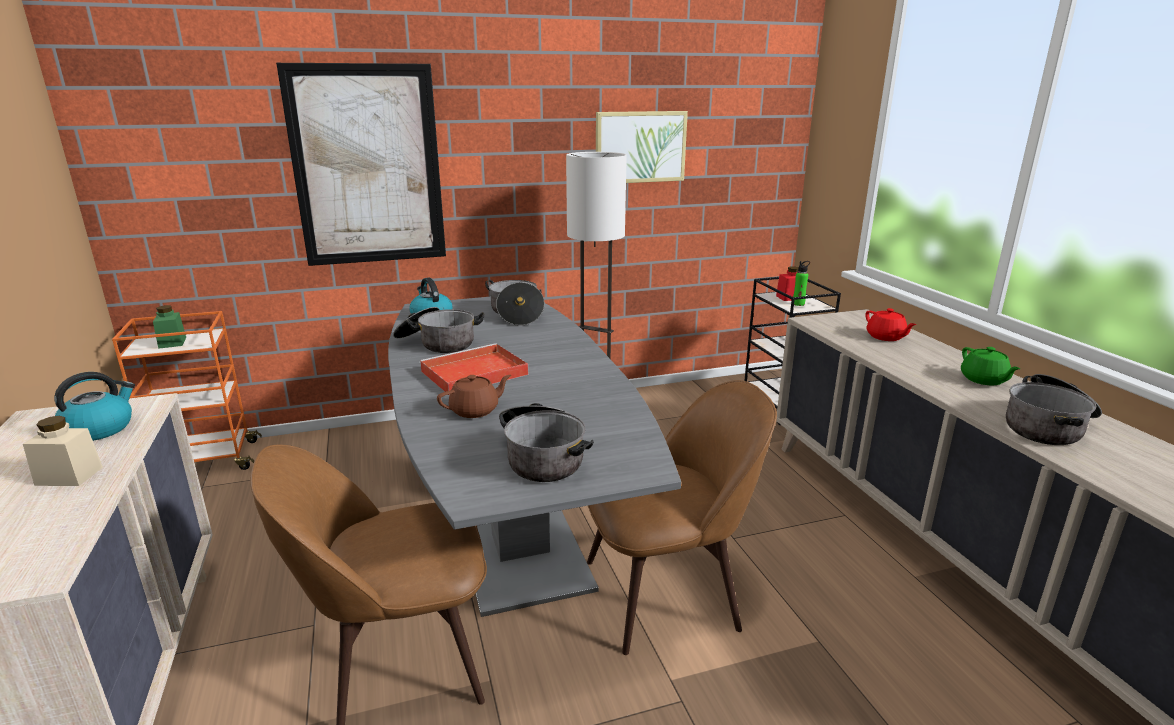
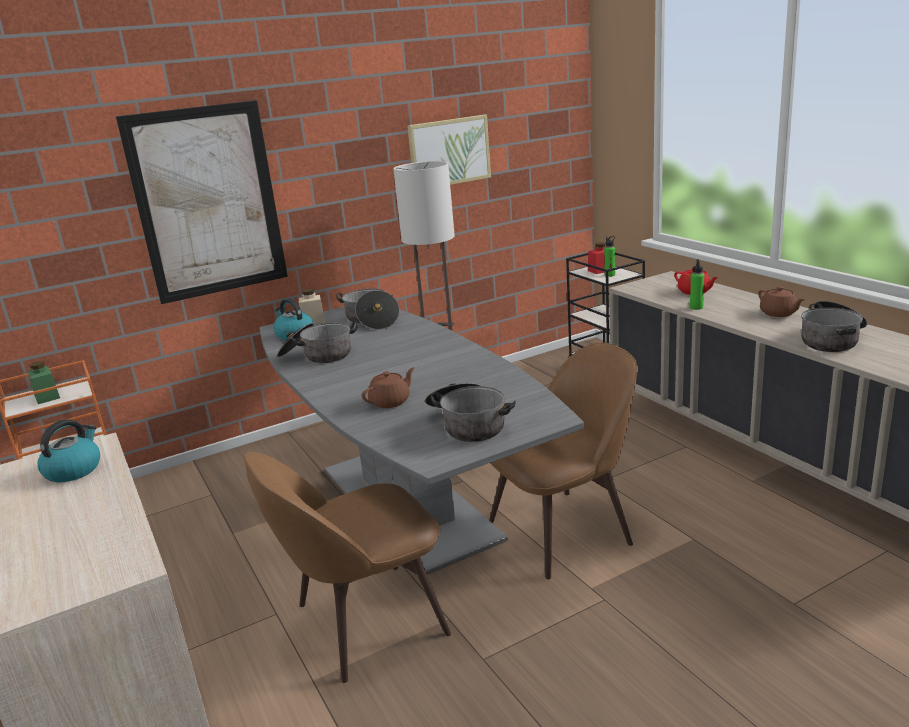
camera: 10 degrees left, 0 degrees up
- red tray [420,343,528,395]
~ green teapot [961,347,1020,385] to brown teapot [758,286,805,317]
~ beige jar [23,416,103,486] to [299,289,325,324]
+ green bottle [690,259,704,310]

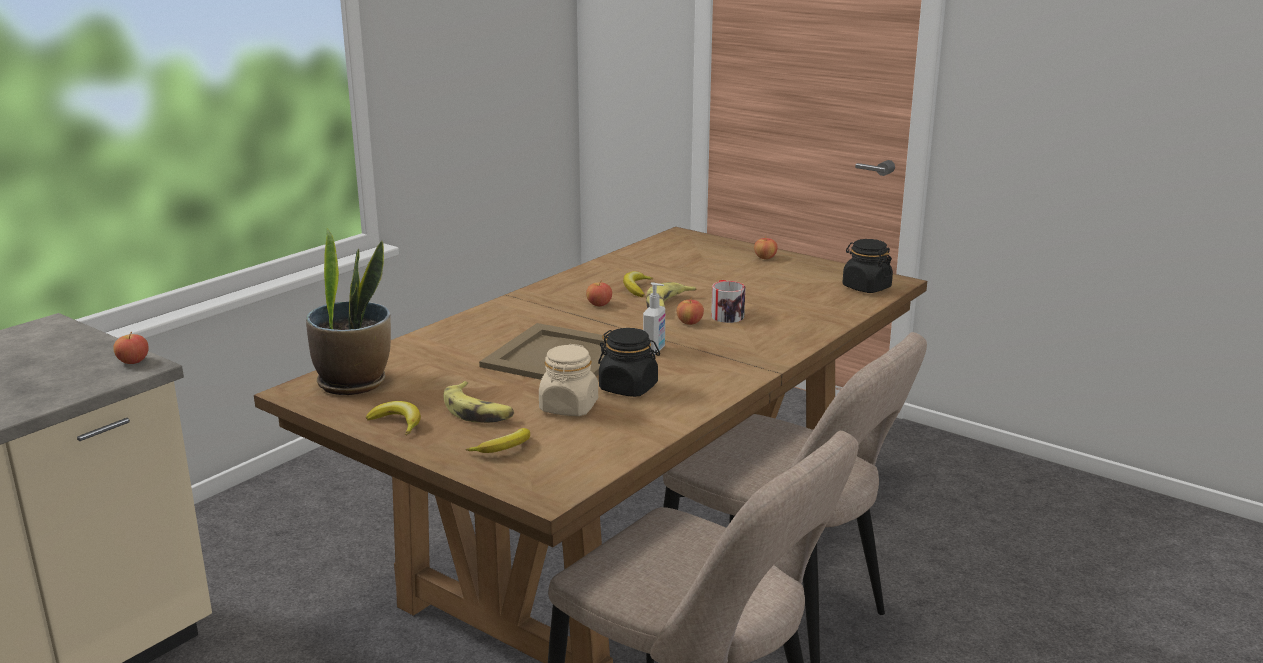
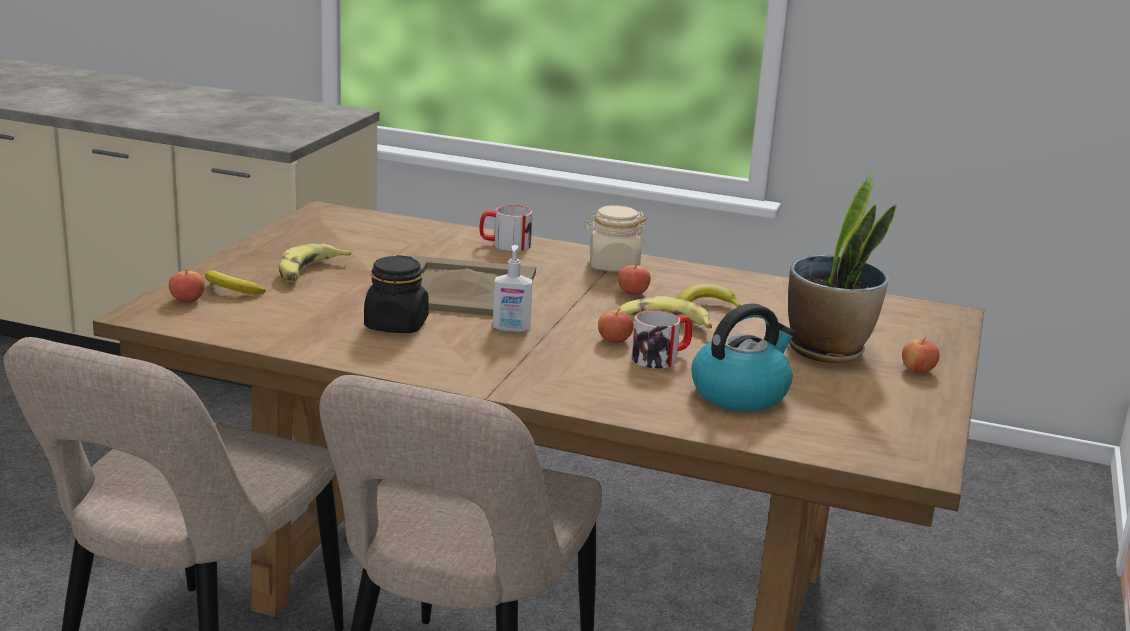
camera: 70 degrees right, 0 degrees up
~ potted plant [306,228,391,395] to [788,173,897,363]
- black jar [843,239,893,293]
~ apple [113,332,149,364] to [169,269,205,303]
~ beige jar [539,344,598,416] to [584,205,647,271]
- banana [366,401,421,435]
+ mug [479,205,533,251]
+ kettle [691,303,796,411]

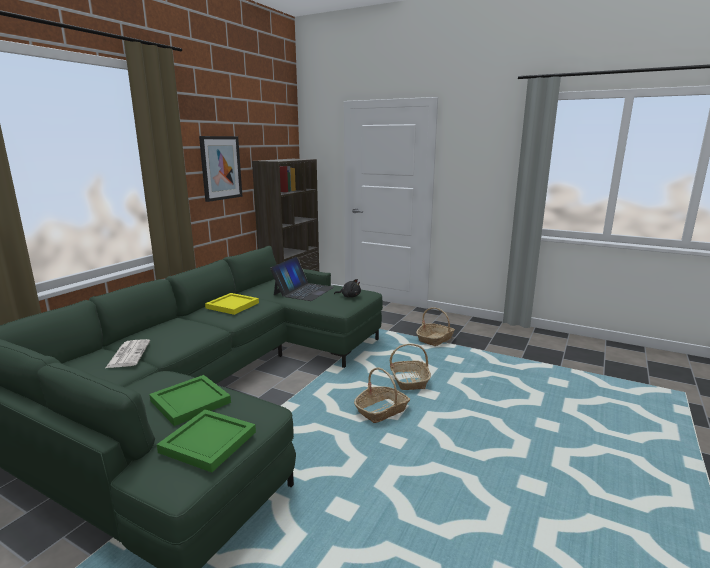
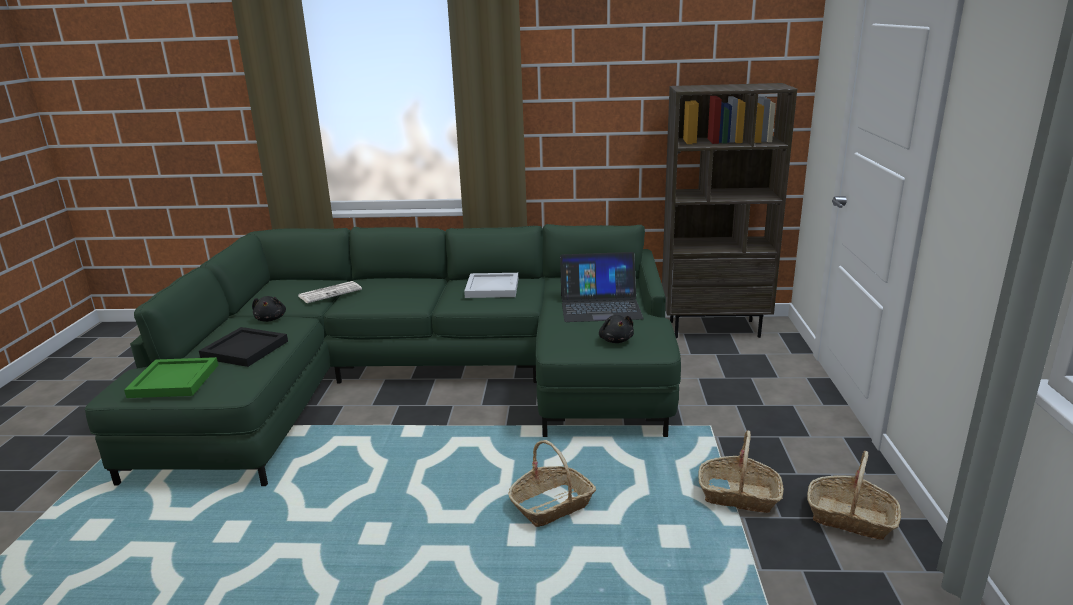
camera: 65 degrees right, 5 degrees up
- picture [199,136,243,202]
~ yellow tray [205,293,259,315] to white tray [464,273,518,298]
~ basket [354,367,410,423] to [807,451,901,540]
~ green tray [149,375,231,426] to black tray [199,327,288,367]
+ black plush toy [252,296,286,322]

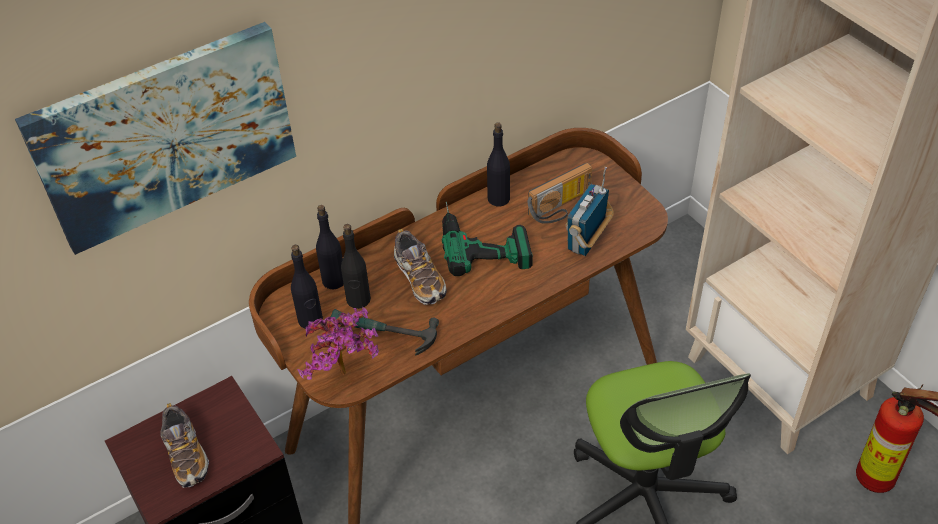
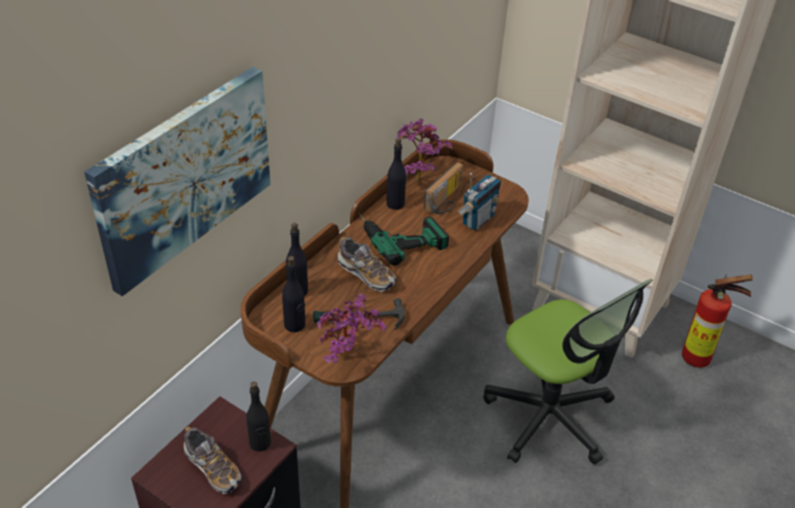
camera: 25 degrees left, 5 degrees down
~ radio [565,167,614,256] = [457,173,501,231] 150 degrees counterclockwise
~ black bottle [341,224,371,309] to [246,382,271,452]
+ potted plant [397,119,453,182]

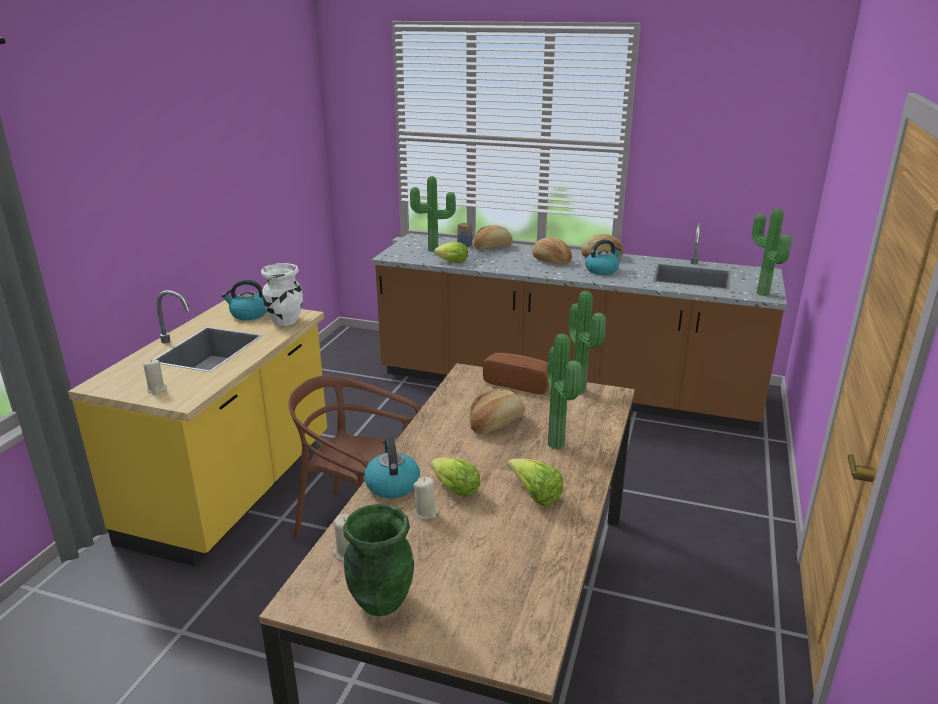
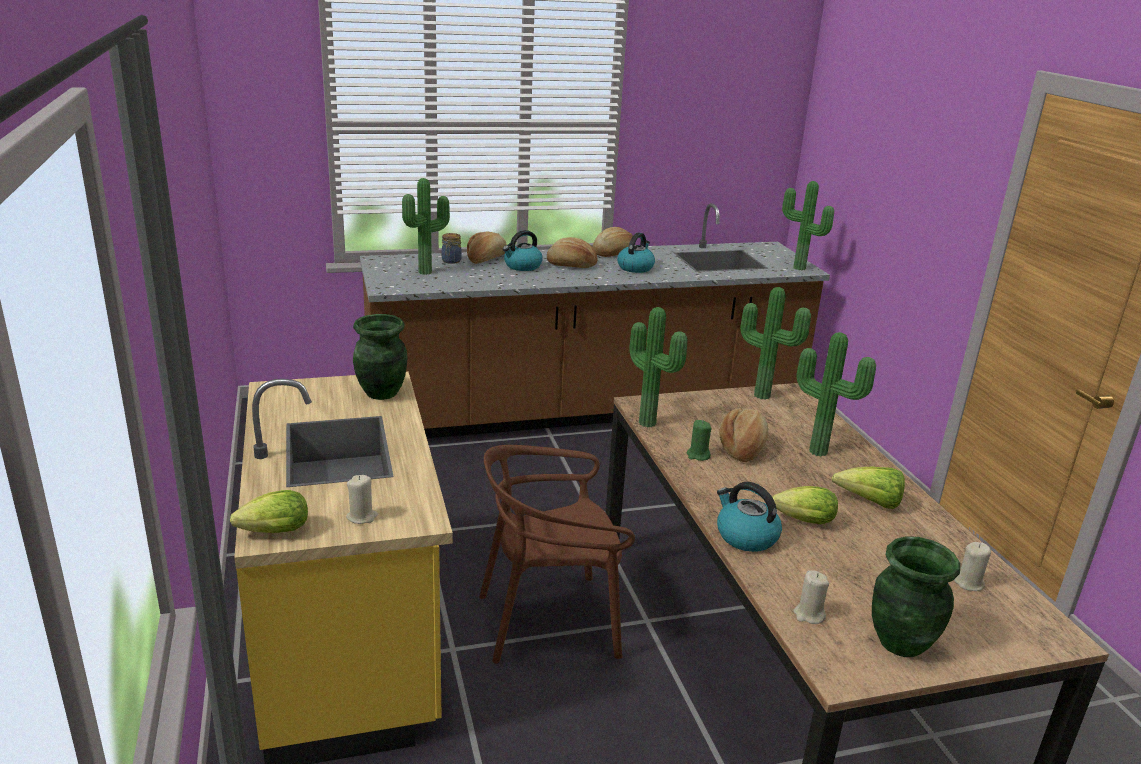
camera: 35 degrees left, 0 degrees up
~ lettuce [434,242,468,263] to [230,490,308,533]
~ white vase [261,263,303,326] to green vase [353,314,408,400]
~ kettle [222,280,267,320] to [503,230,543,271]
- bread [483,353,549,395]
~ beige candle [412,477,439,520] to [954,542,991,591]
+ potted plant [629,307,687,427]
+ green candle [686,420,712,461]

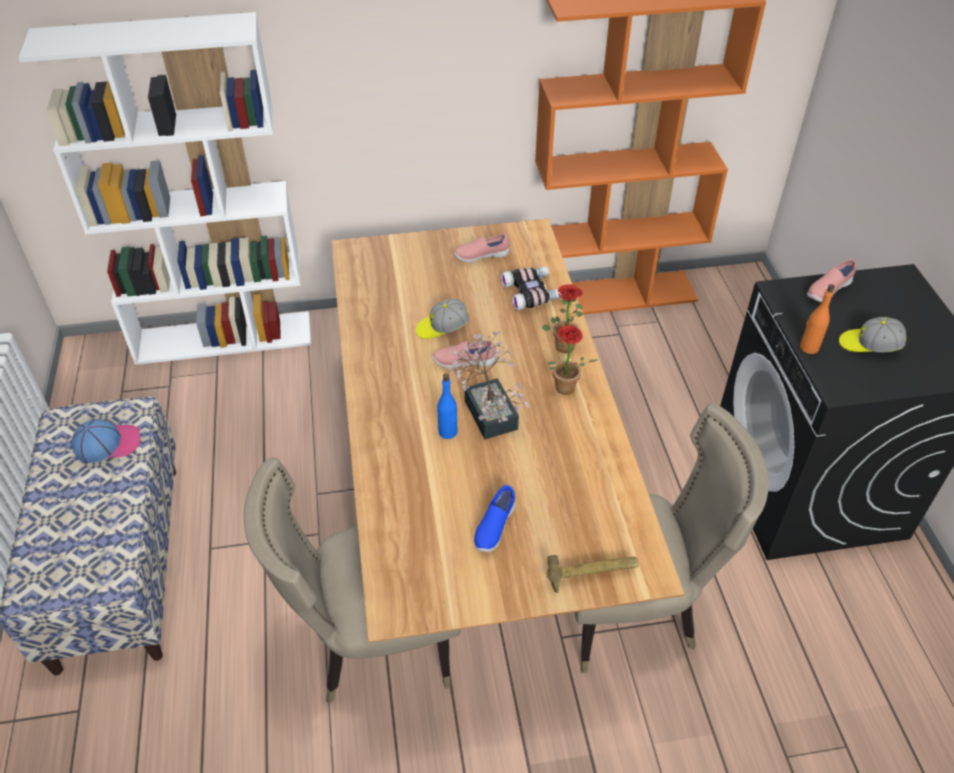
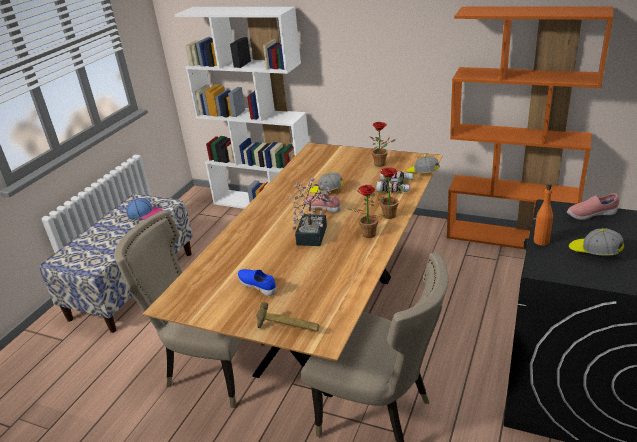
camera: 35 degrees right, 15 degrees down
~ pink shoe [454,233,510,263] to potted plant [370,122,396,167]
- blue bottle [437,373,457,439]
~ blue shoe [474,485,515,552] = [238,269,277,296] 75 degrees clockwise
+ cap [407,156,440,173]

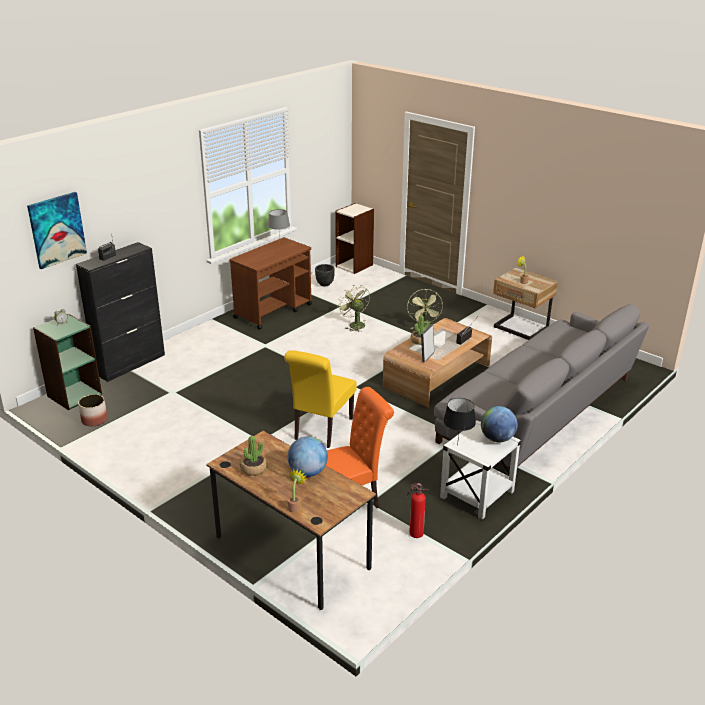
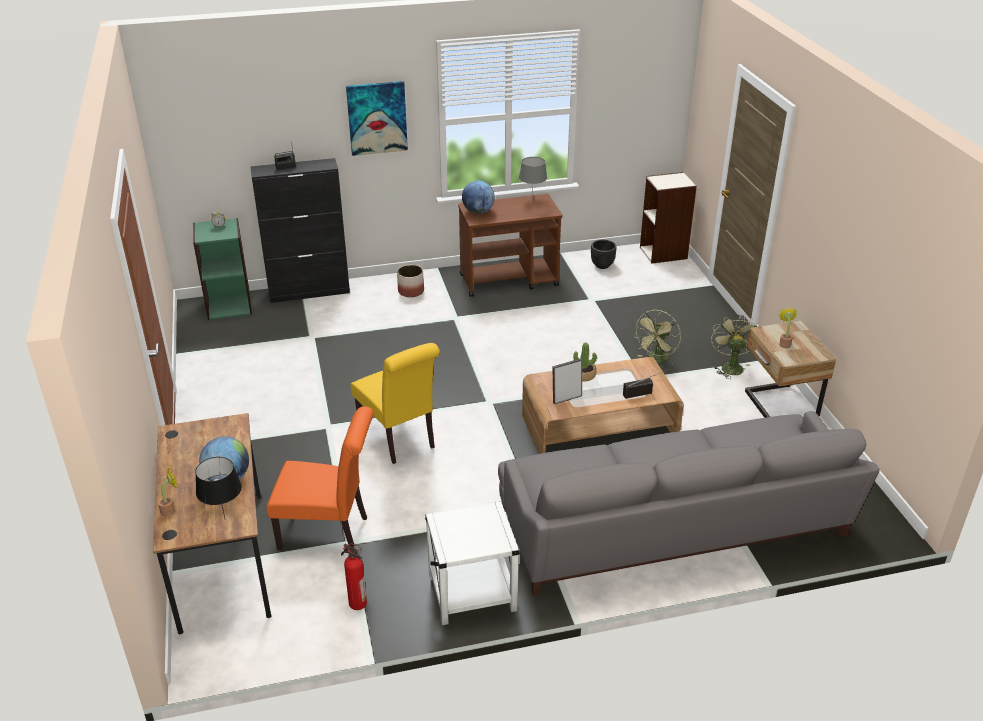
camera: 35 degrees right, 5 degrees up
~ picture [27,192,87,269] to [346,81,408,156]
~ green fan [337,286,370,331] to [711,314,757,379]
~ yellow chair [284,350,357,448] = [351,343,440,464] 90 degrees counterclockwise
~ planter [78,394,108,427] to [397,265,424,297]
~ black table lamp [443,398,476,438] to [195,457,242,518]
~ globe [481,406,517,442] to [462,180,495,214]
- potted plant [240,436,267,476]

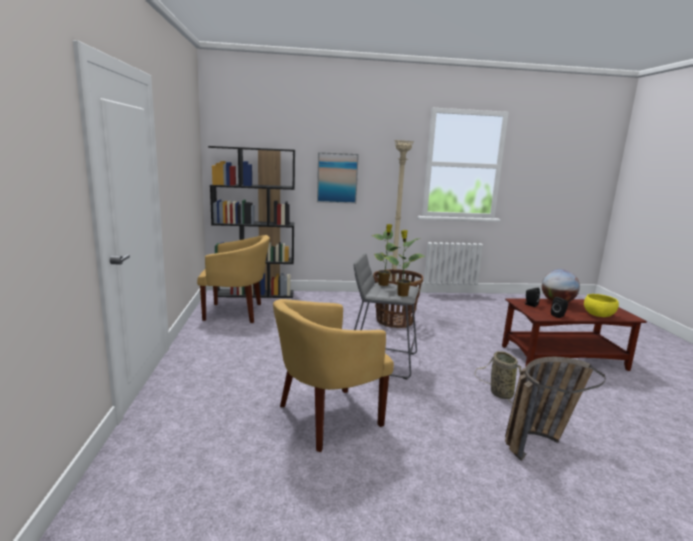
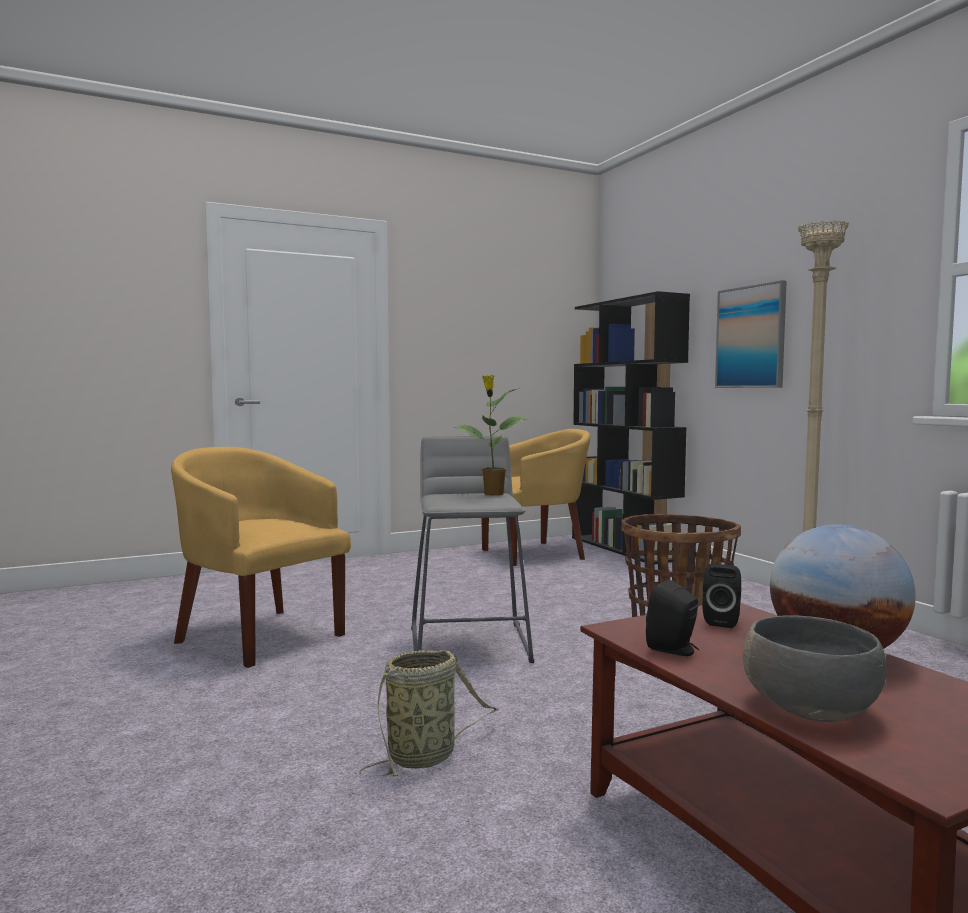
camera: 70 degrees right, 10 degrees down
- potted plant [383,230,425,297]
~ yellow armchair [197,235,270,323] = [481,429,590,566] 90 degrees counterclockwise
~ yellow bowl [584,294,619,317] to grey bowl [743,616,887,722]
- basket [505,357,605,461]

